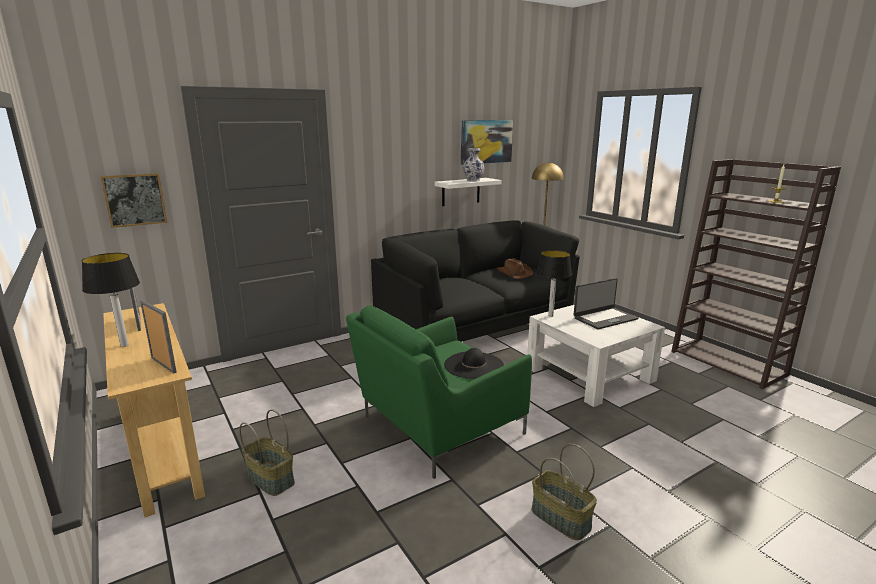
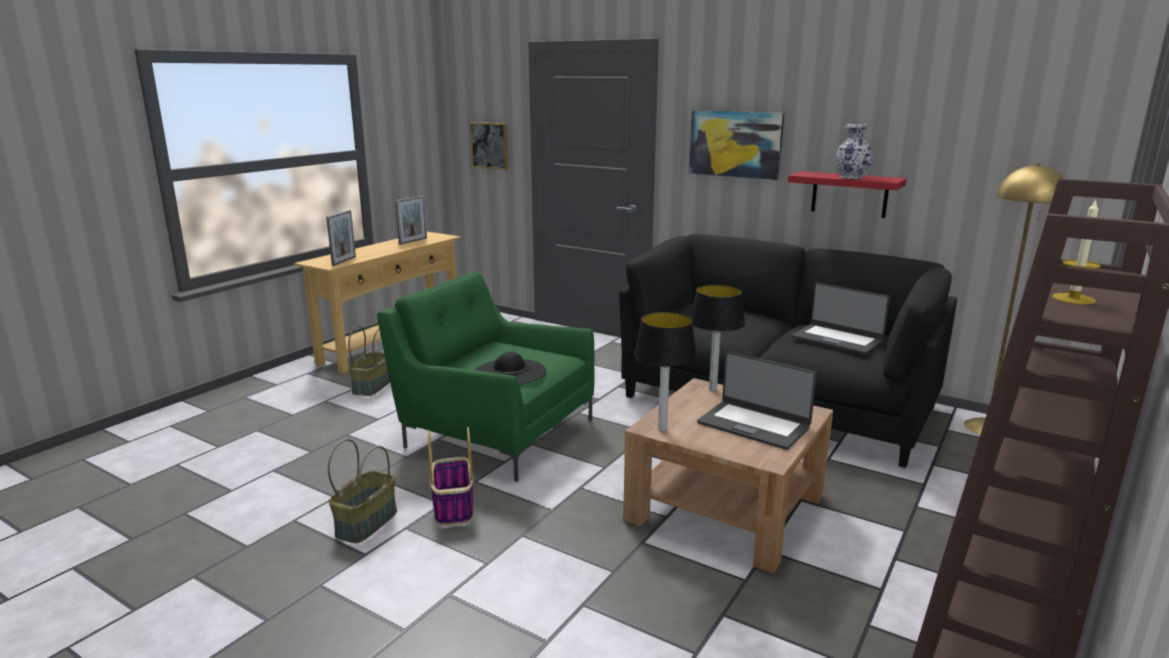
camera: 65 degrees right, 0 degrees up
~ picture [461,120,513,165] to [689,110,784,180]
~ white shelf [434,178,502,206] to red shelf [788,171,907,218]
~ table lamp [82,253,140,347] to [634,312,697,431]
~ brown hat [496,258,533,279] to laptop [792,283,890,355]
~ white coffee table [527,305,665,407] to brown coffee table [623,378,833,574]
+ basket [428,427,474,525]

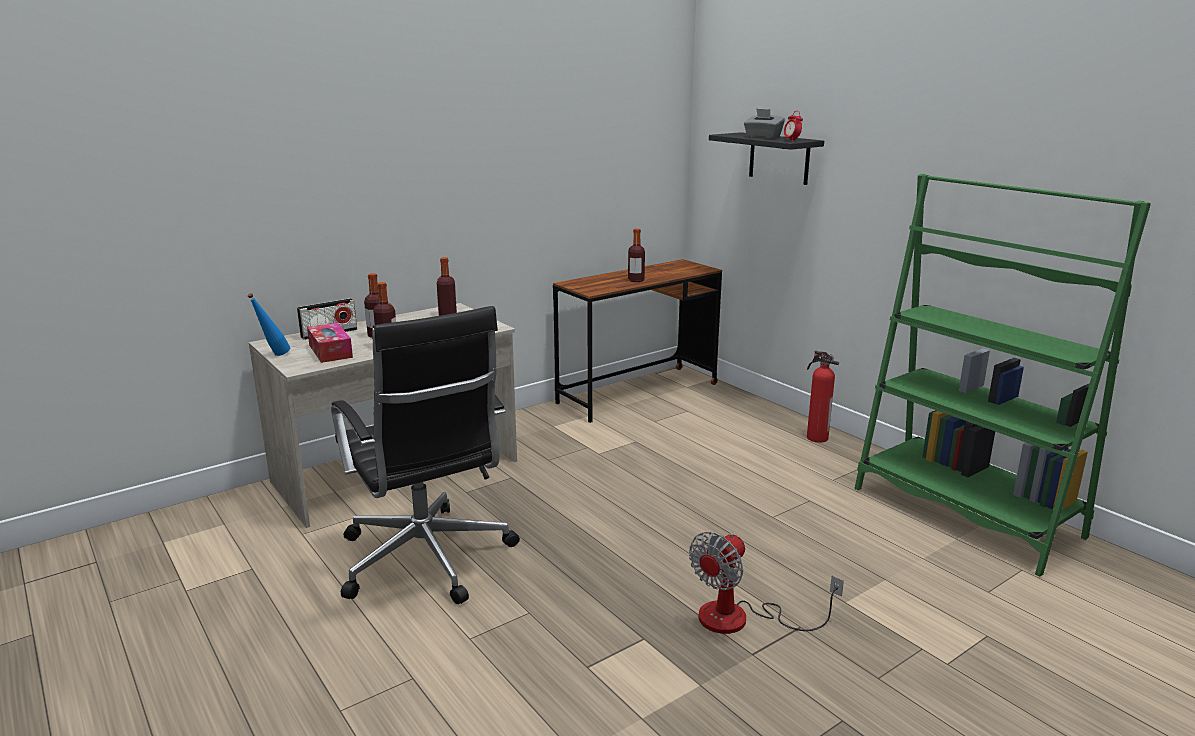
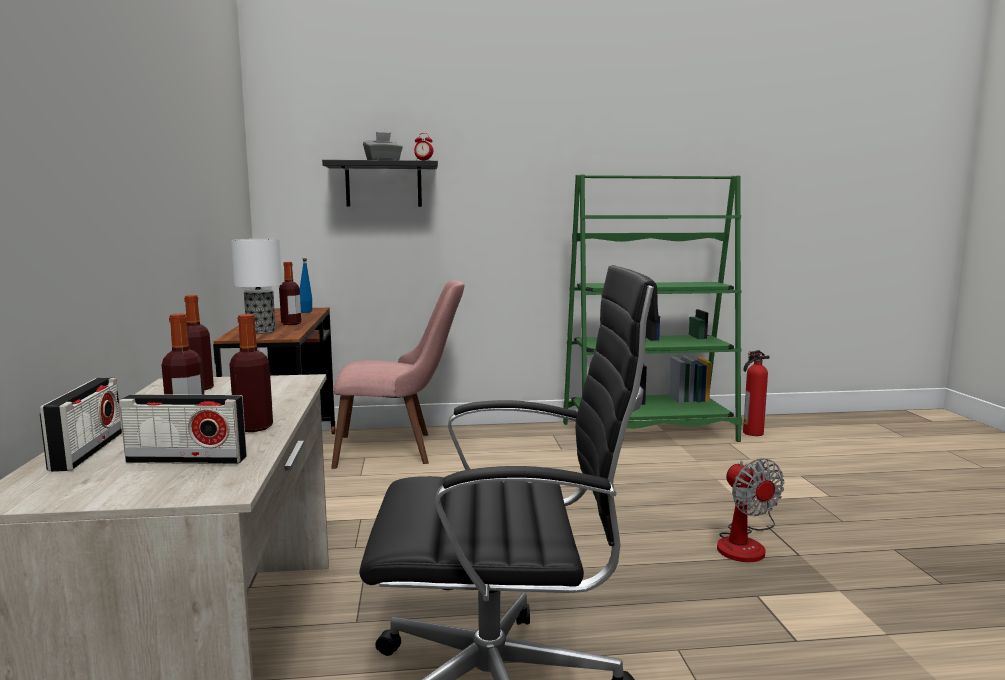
camera: 60 degrees left, 10 degrees down
~ blue bottle [247,293,290,356] to [300,258,312,313]
~ tissue box [307,323,353,363] to radio [119,394,247,464]
~ fire extinguisher [807,351,839,443] to [743,350,770,436]
+ table lamp [230,239,282,334]
+ pink chair [331,280,464,469]

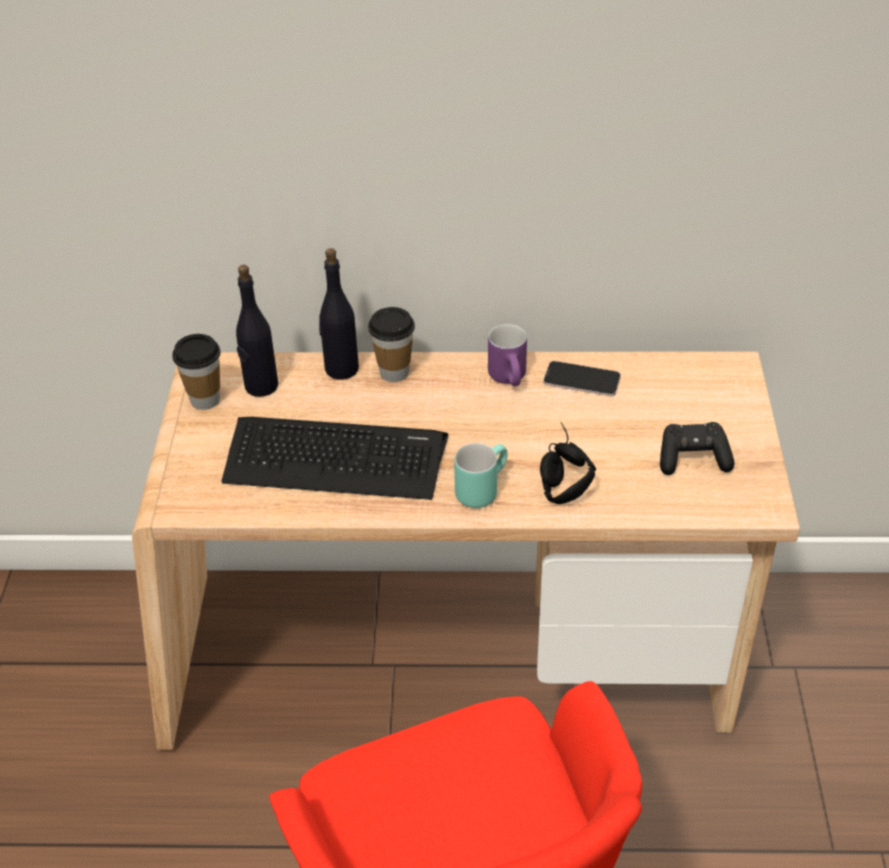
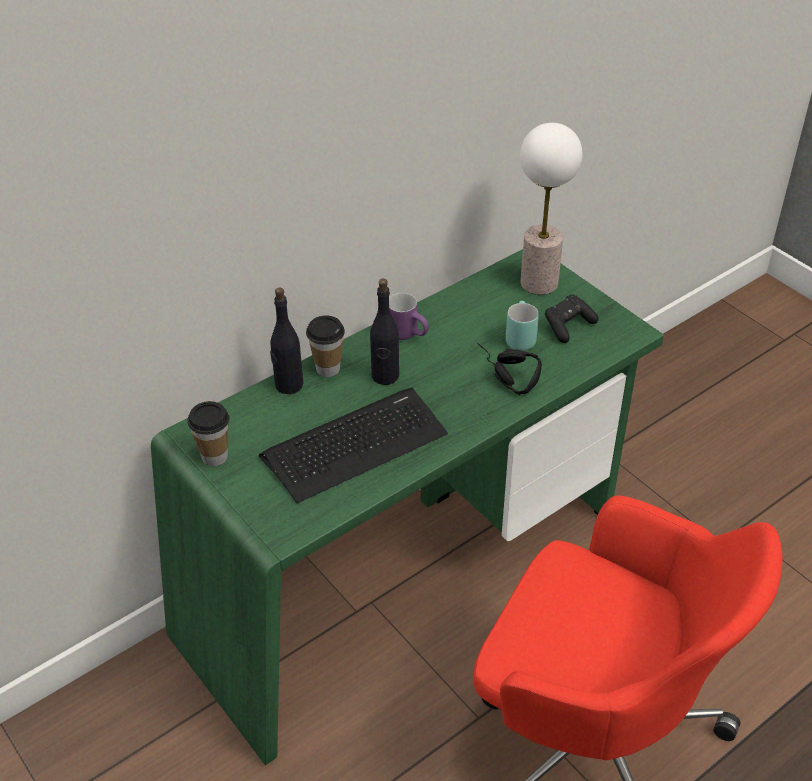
camera: 40 degrees left, 0 degrees up
~ black bottle [236,265,278,397] to [370,279,399,385]
~ beige desk [132,351,800,750] to green desk [151,249,664,765]
- phone [543,361,621,396]
~ turquoise mug [454,443,508,508] to [506,301,539,351]
+ table lamp [520,123,582,295]

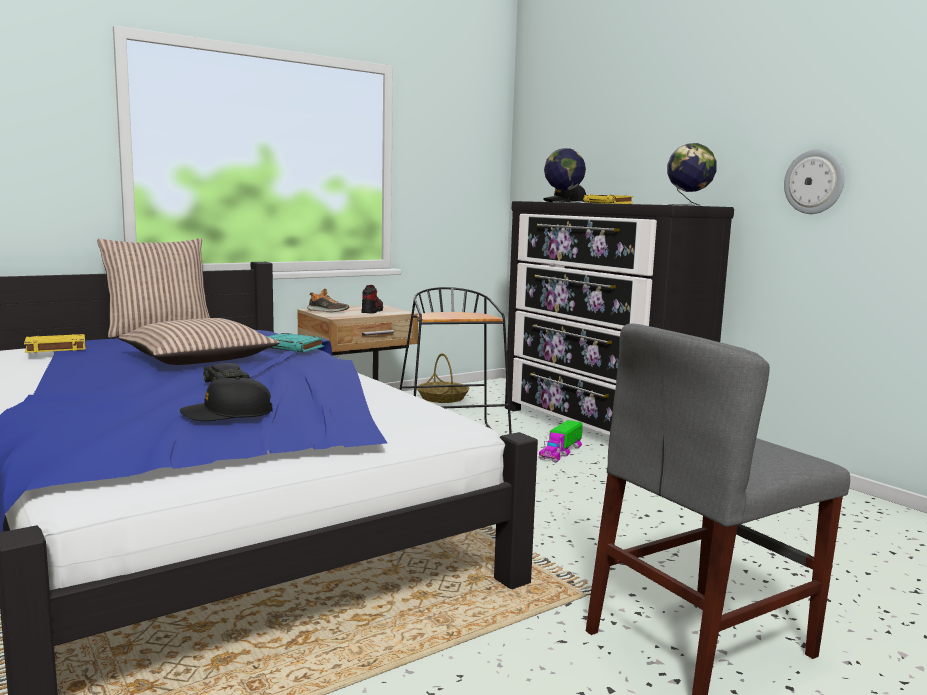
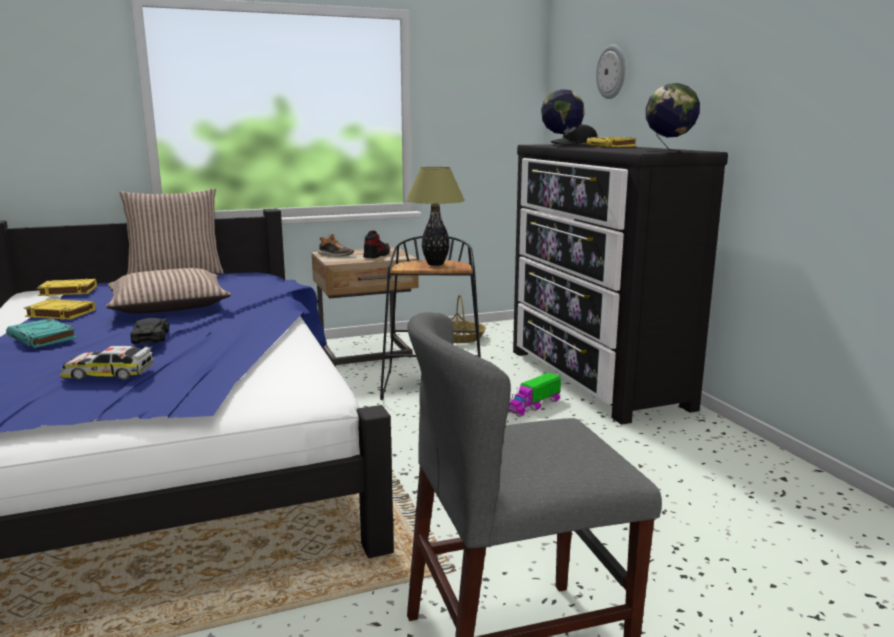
camera: 15 degrees right, 5 degrees up
~ wall clock [784,149,845,214] to [596,45,626,99]
~ turquoise book [267,333,324,352] to [6,318,77,348]
~ black cap [180,377,273,421] to toy car [60,346,154,380]
+ table lamp [406,167,465,266]
+ yellow book [24,299,96,320]

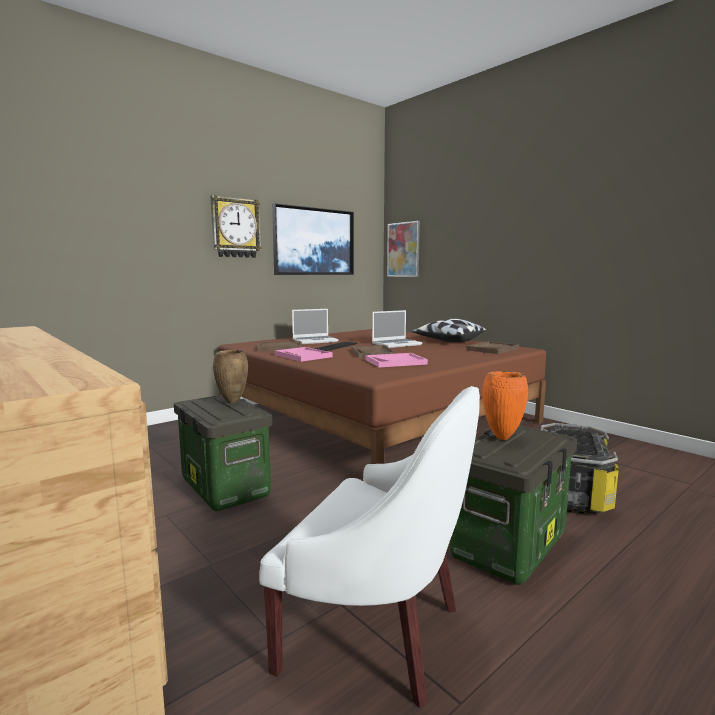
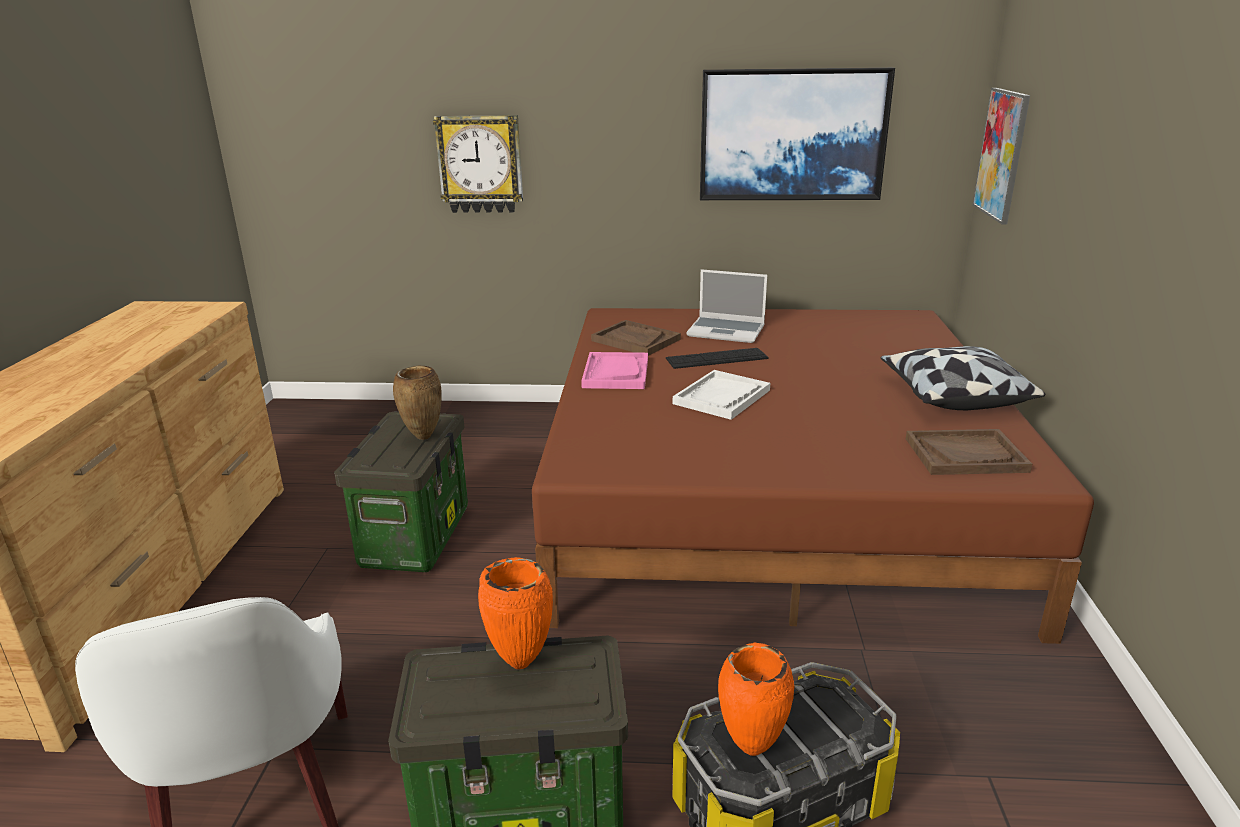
camera: 45 degrees right, 15 degrees up
~ wall clock [210,195,262,258] to [433,115,523,213]
- laptop [372,310,422,348]
~ brown tray [351,345,396,358] to white tray [673,370,770,420]
- pink tray [365,353,428,367]
+ orange vase [718,642,795,756]

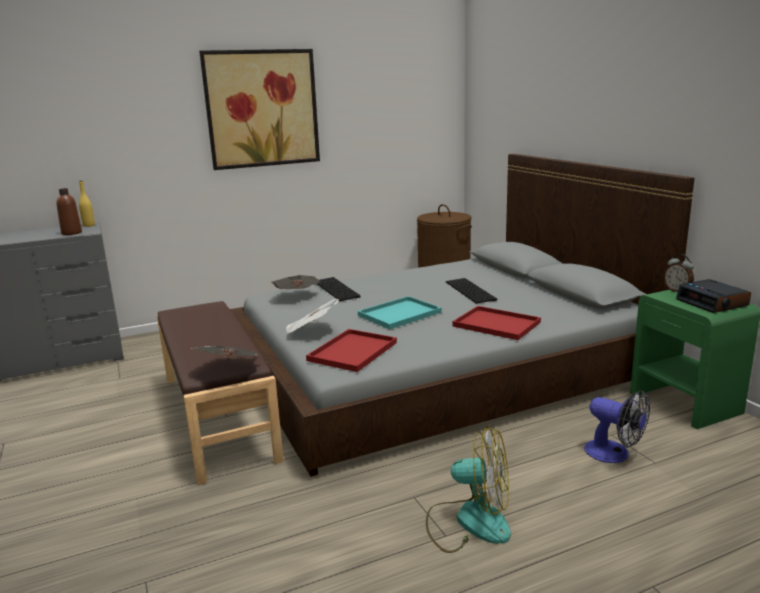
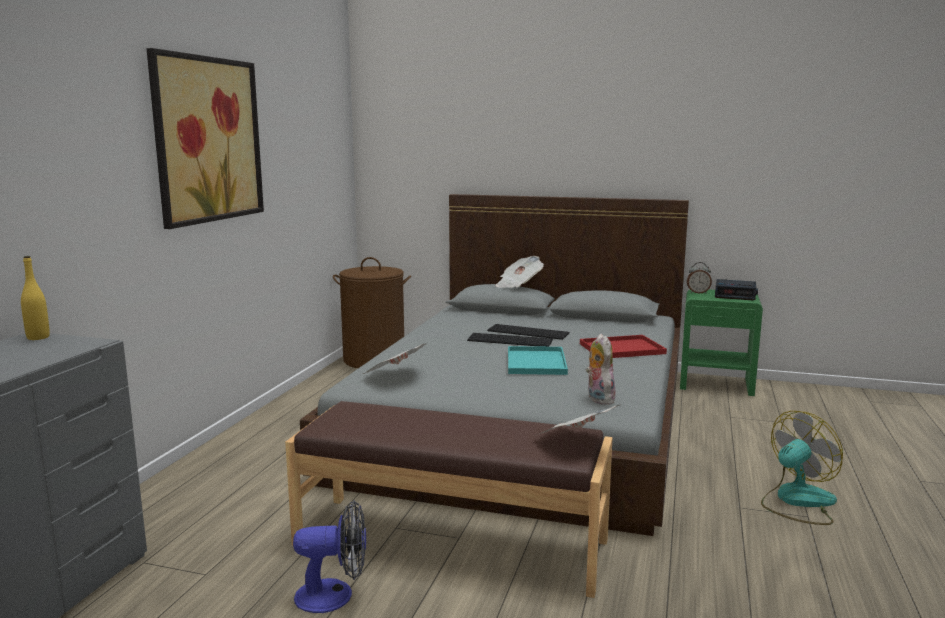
camera: 50 degrees left, 5 degrees down
- brown bottle [56,188,82,235]
~ keyboard [317,277,361,301] to [467,333,553,347]
~ newspaper [286,299,339,335] to [495,256,544,288]
~ red tray [306,329,397,372] to plush toy [586,334,616,405]
~ fan [584,391,650,463] to [293,500,366,613]

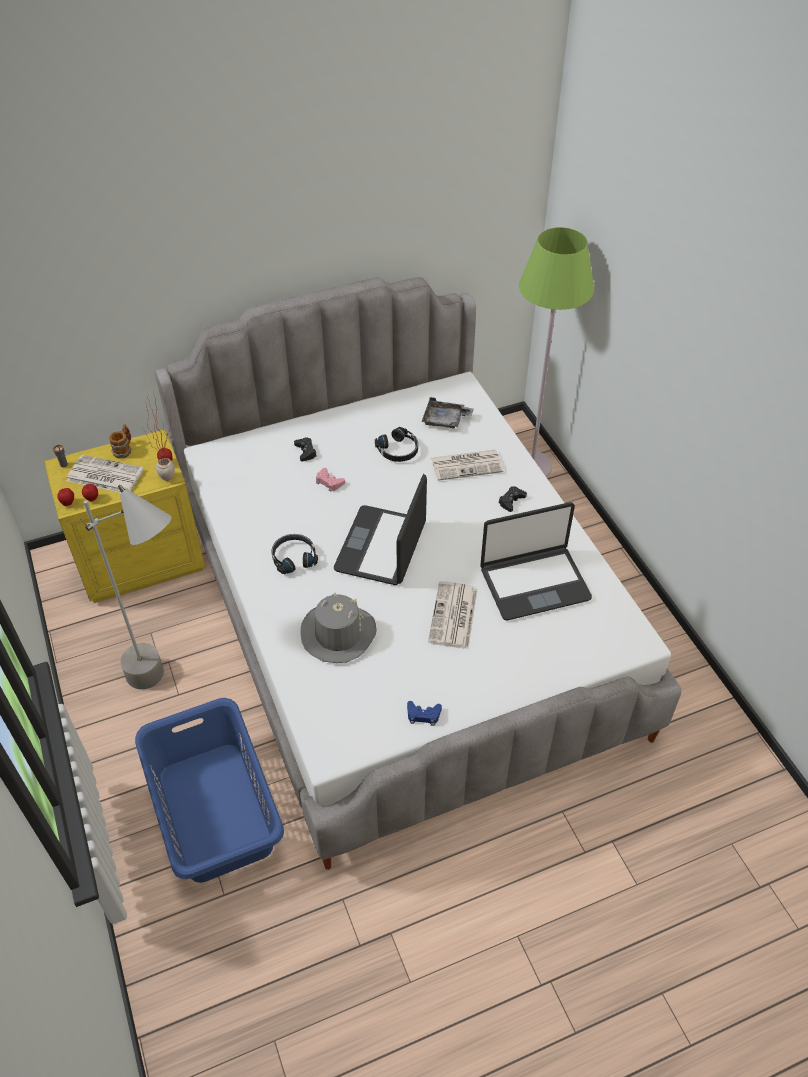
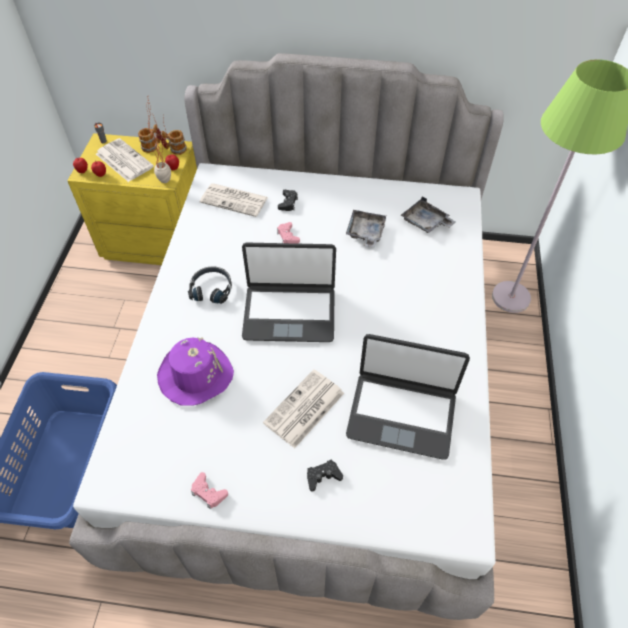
camera: 30 degrees right, 5 degrees up
~ black headphones [375,427,418,462] to grey tray [346,210,387,248]
~ newspaper [431,450,504,481] to [200,183,268,217]
~ laptop [334,474,427,585] = [242,243,336,342] 135 degrees counterclockwise
- grey floor lamp [80,485,171,689]
~ black game controller [499,486,527,512] to [307,460,343,491]
~ grey hat [301,592,377,663] to purple hat [157,337,234,406]
~ blue game controller [407,701,442,726] to pink game controller [191,472,228,509]
+ mug [161,130,187,155]

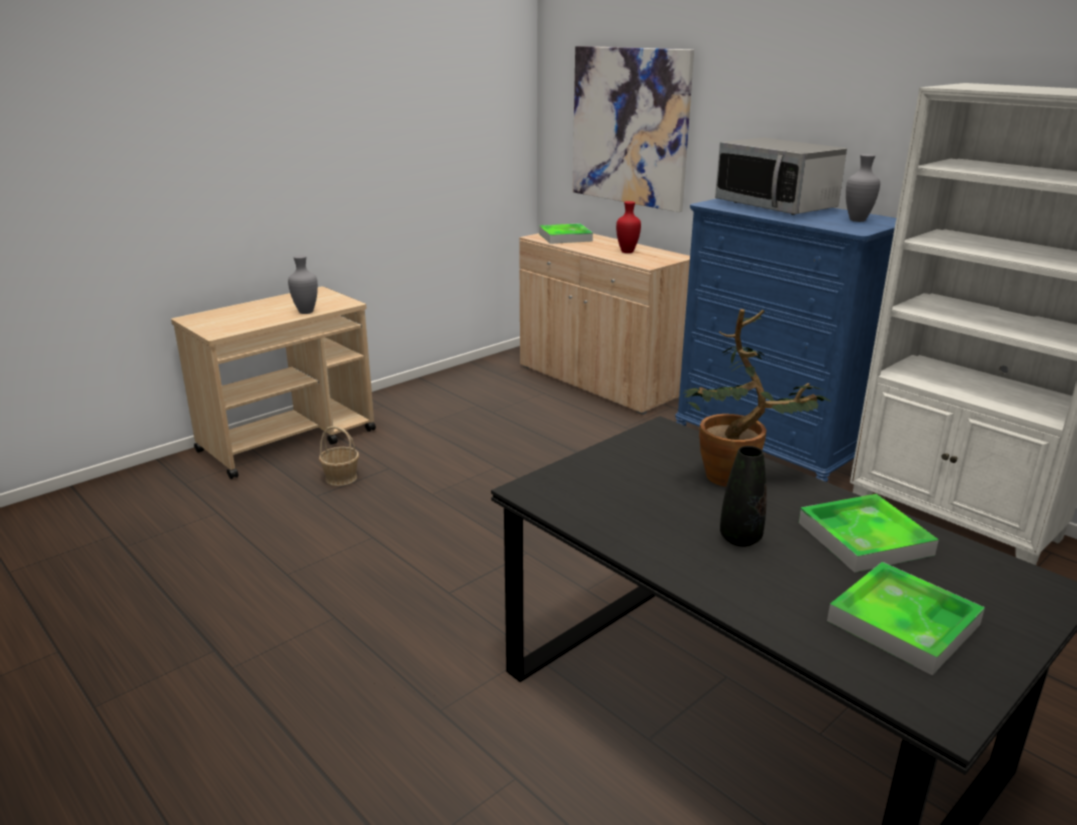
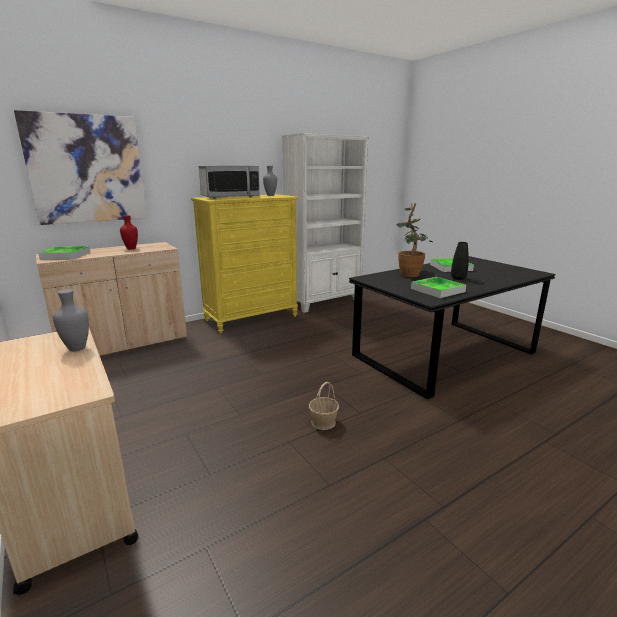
camera: 80 degrees left, 5 degrees down
~ blue dresser [675,199,896,482] to yellow dresser [191,194,298,333]
~ basket [319,426,359,486] to [309,382,339,430]
~ tray [827,562,985,675] to [411,277,466,298]

